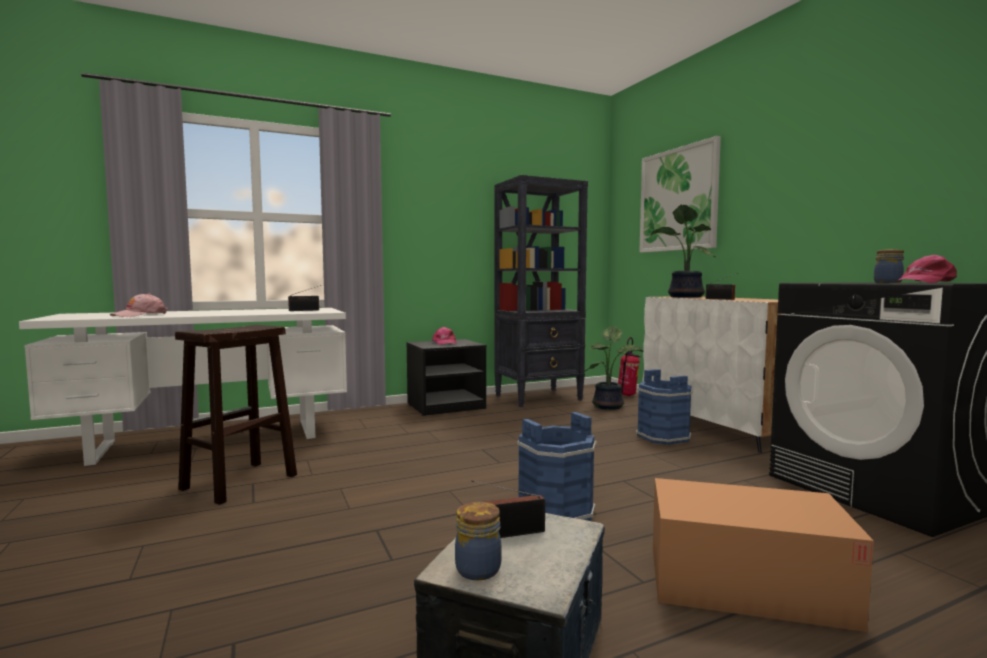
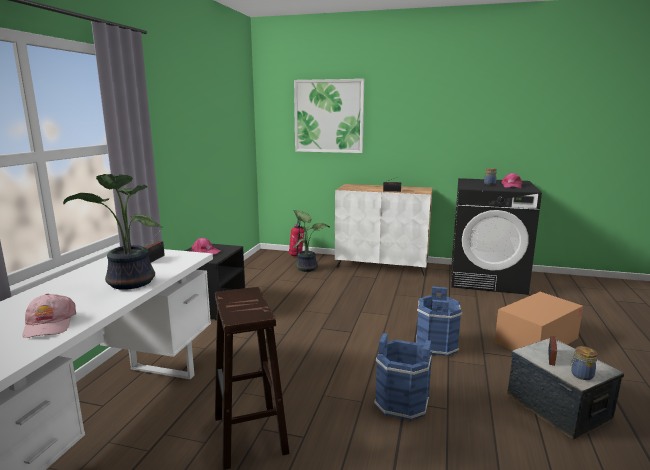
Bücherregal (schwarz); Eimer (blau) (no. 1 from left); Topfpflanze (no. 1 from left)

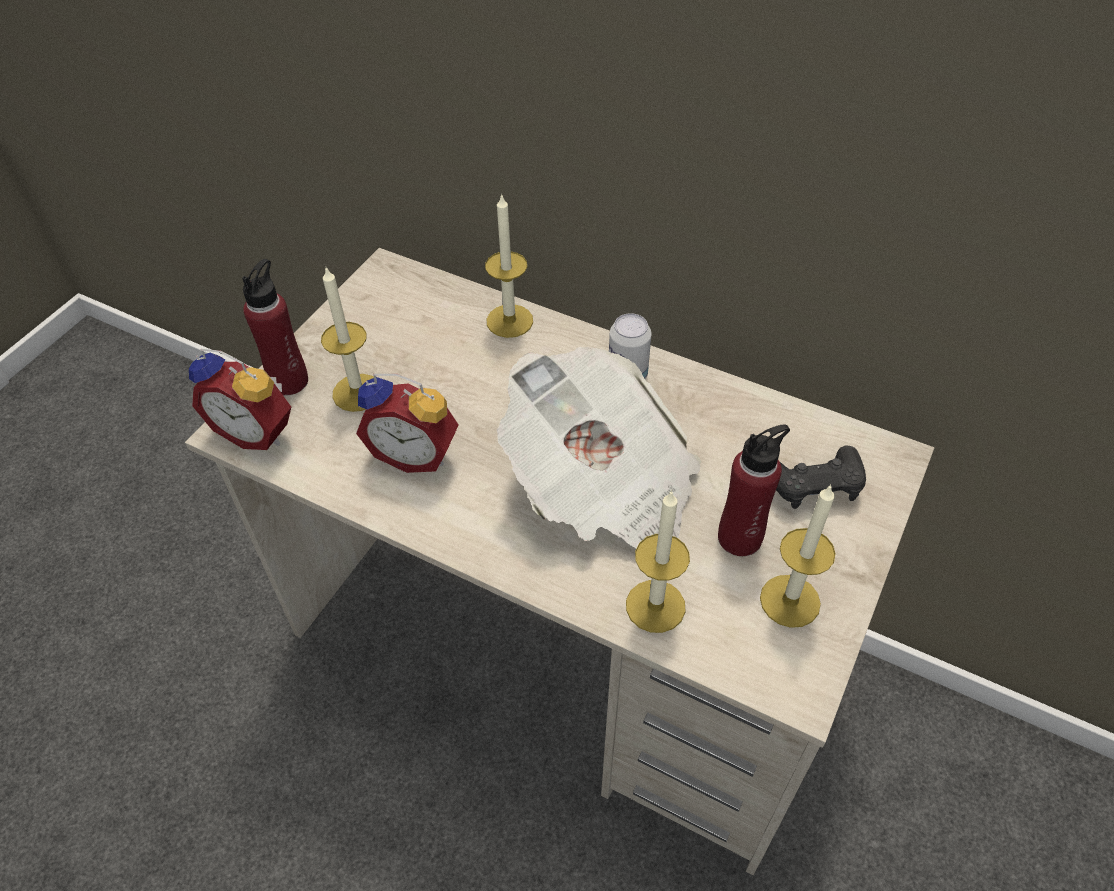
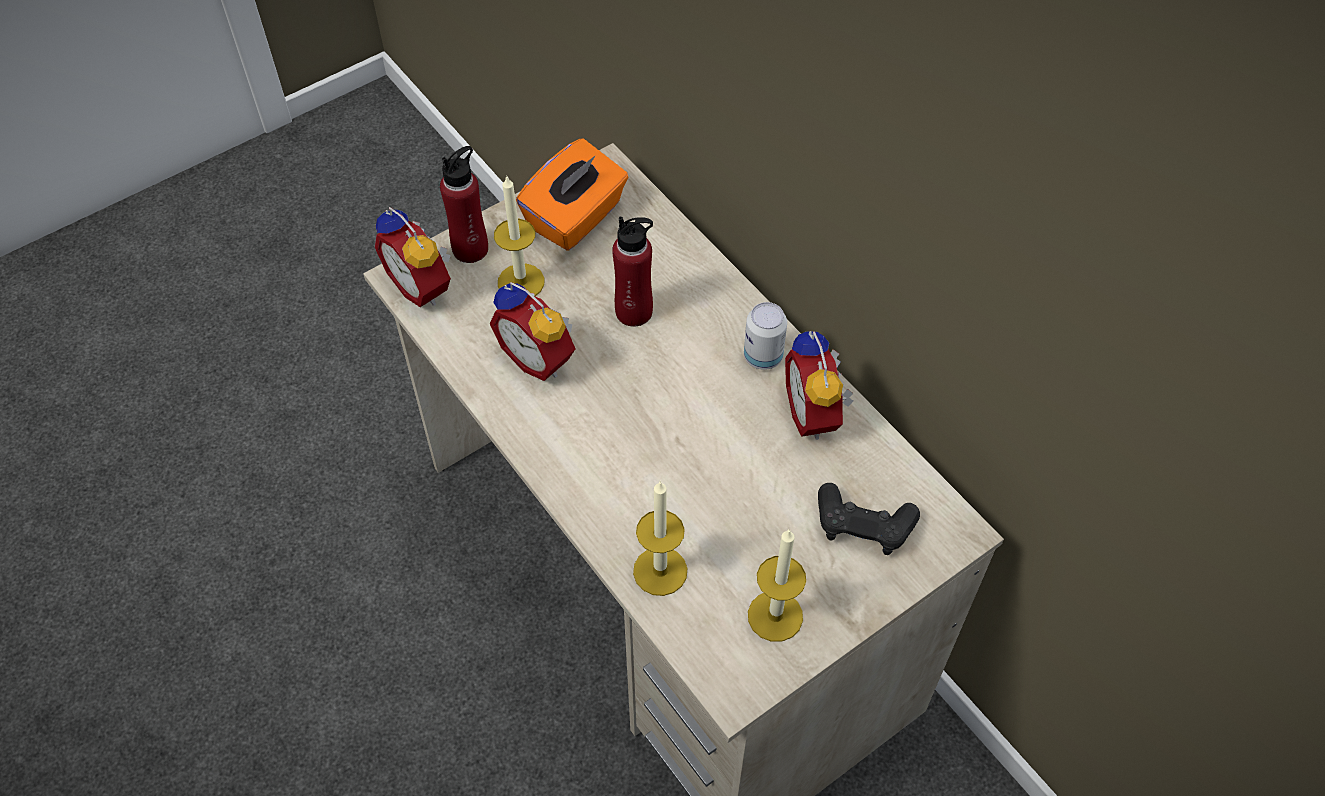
Kerze (no. 2 from left in the first image); Zeitung; Taschentuchbox (orange); Wecker (no. 3 from left); Flasche (rot) (no. 2 from left)

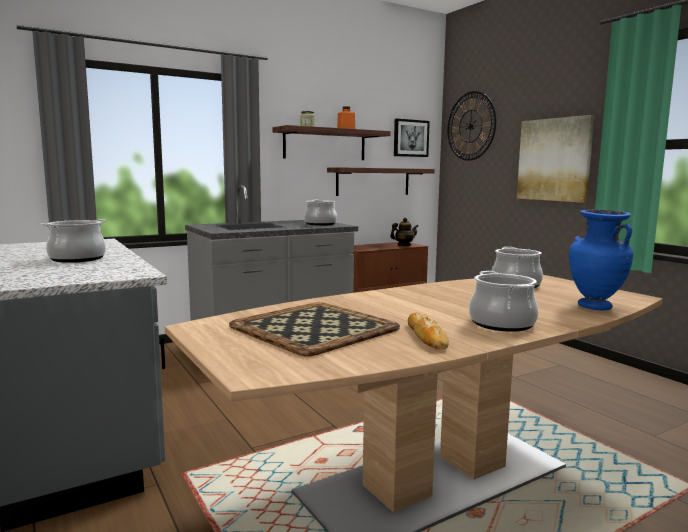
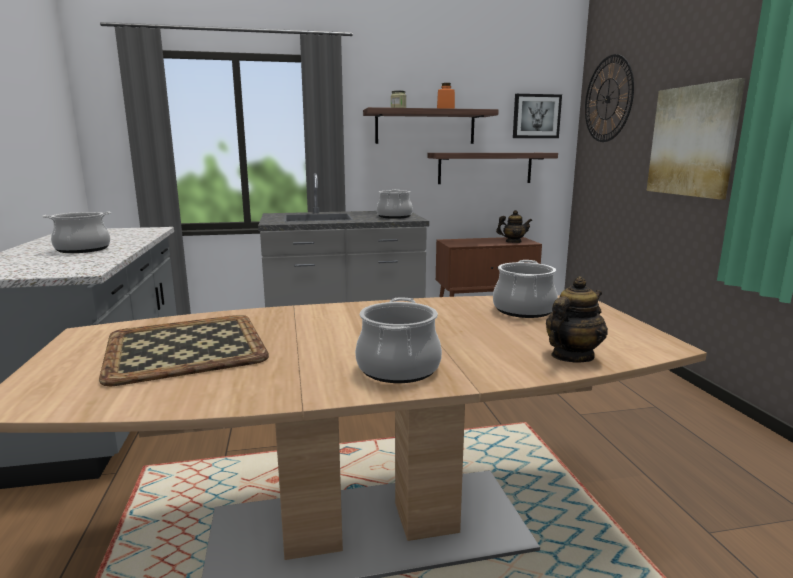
Brot; Teekanne (no. 2 from left)

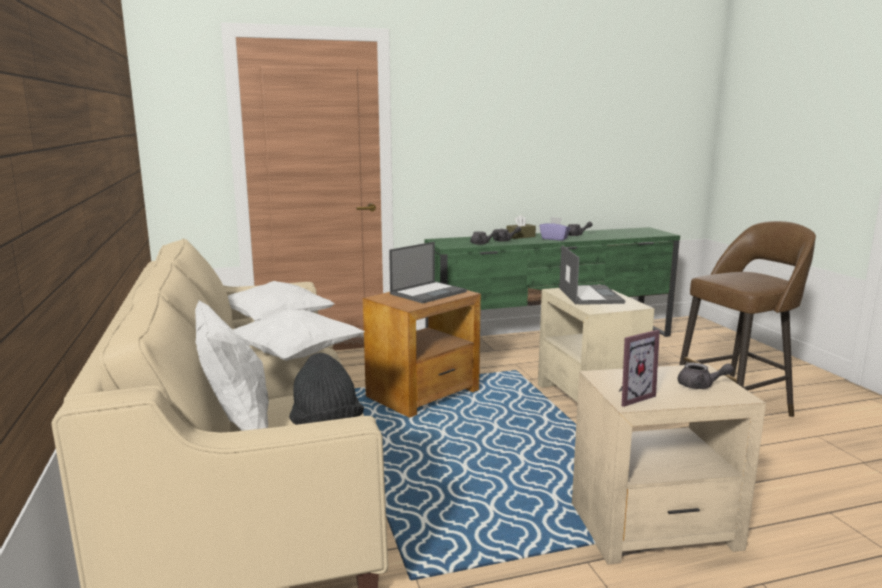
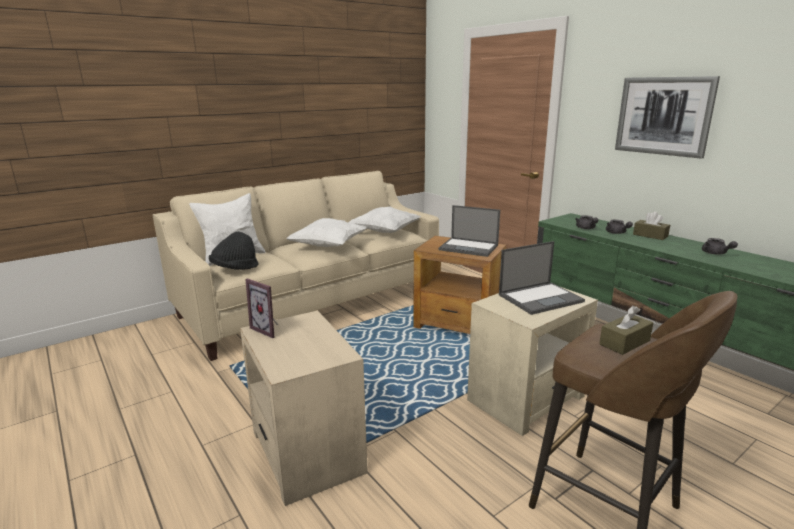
Taschentuchbox (lila); Teekanne (grau) (no. 4 from left in the first image); Taschentuchbox (braun) (no. 1 from left); Bild

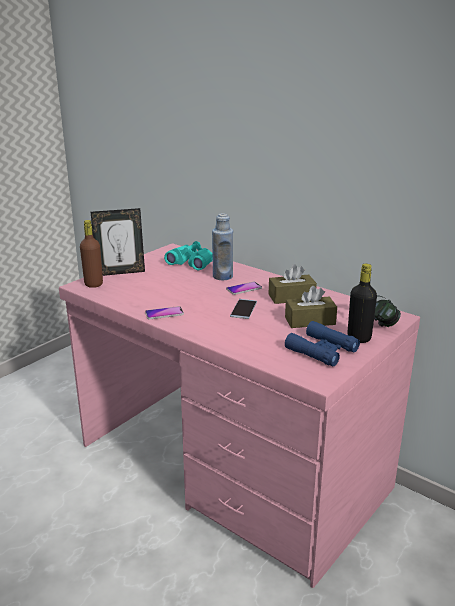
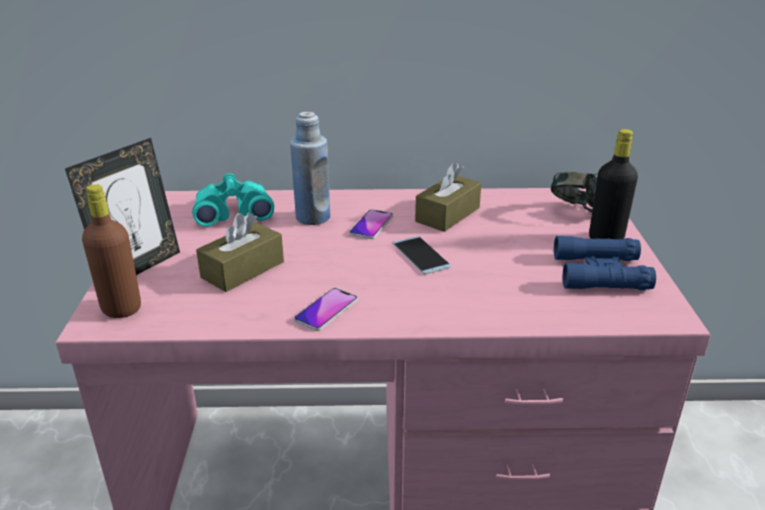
Taschentuchbox (braun) (no. 1 from left)

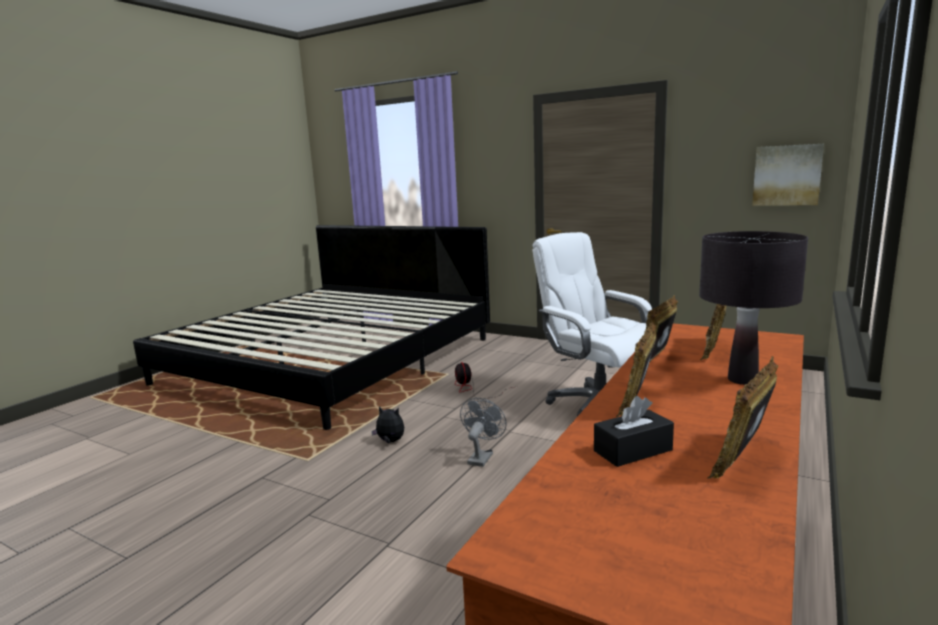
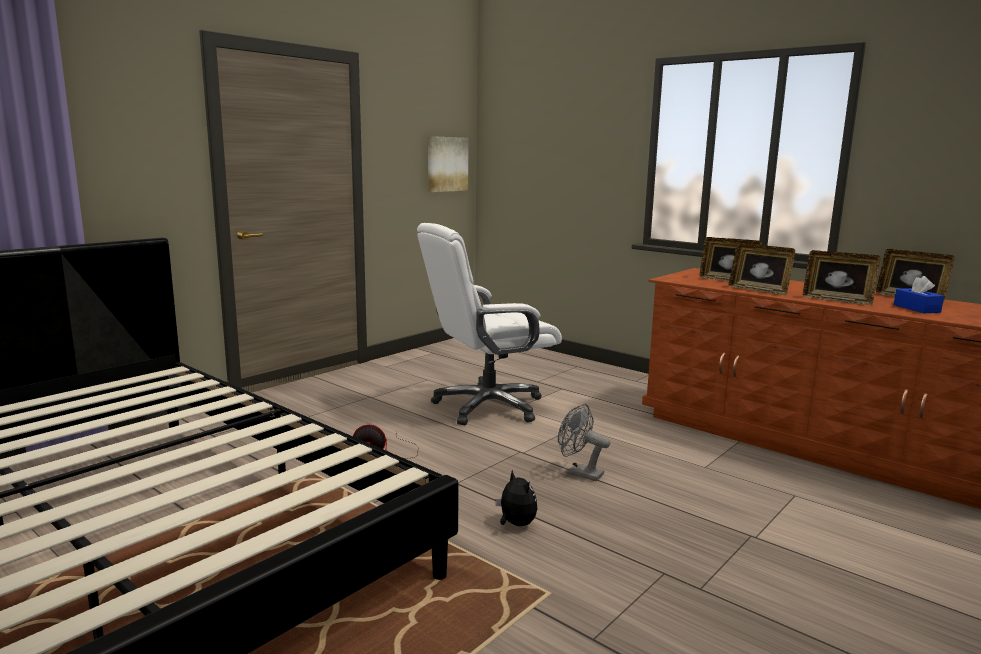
Tischlampe (schwarz); Taschentuchbox (blau); Plüschtier

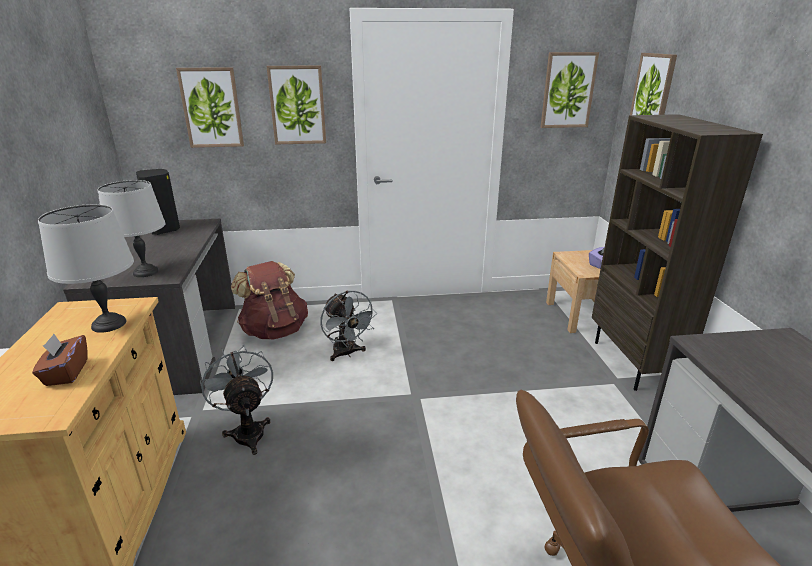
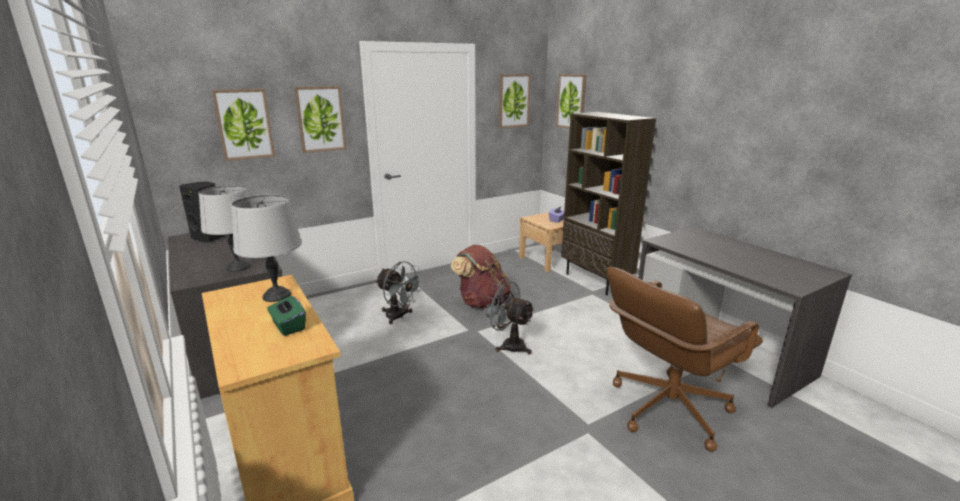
Ventilator (grau) (no. 2 from left); Rucksack (braun); Taschentuchbox (grün)

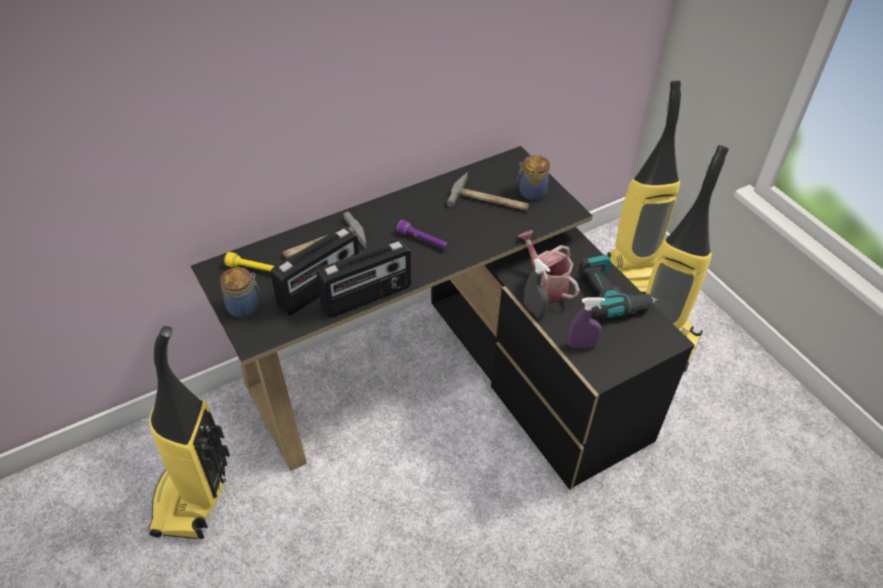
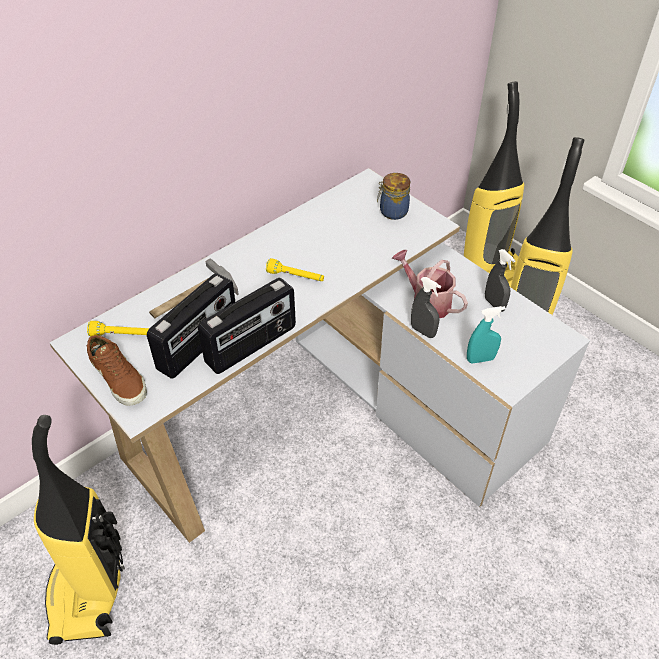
Hammer (no. 2 from left in the first image); Schuh (braun); Sprühflasche (grau) (no. 2 from left); Schreibtisch (weiß); Taschenlampe (gelb) (no. 2 from left); Sprühflasche (türkis)

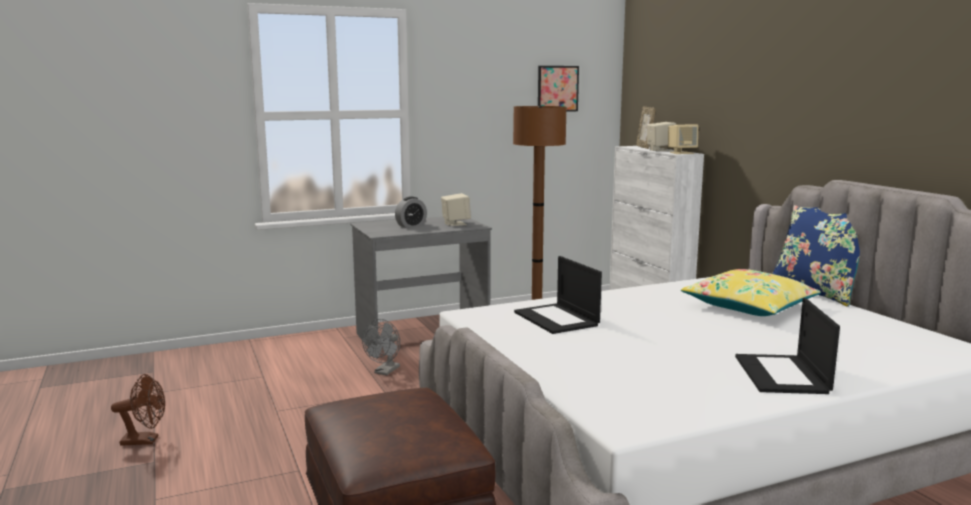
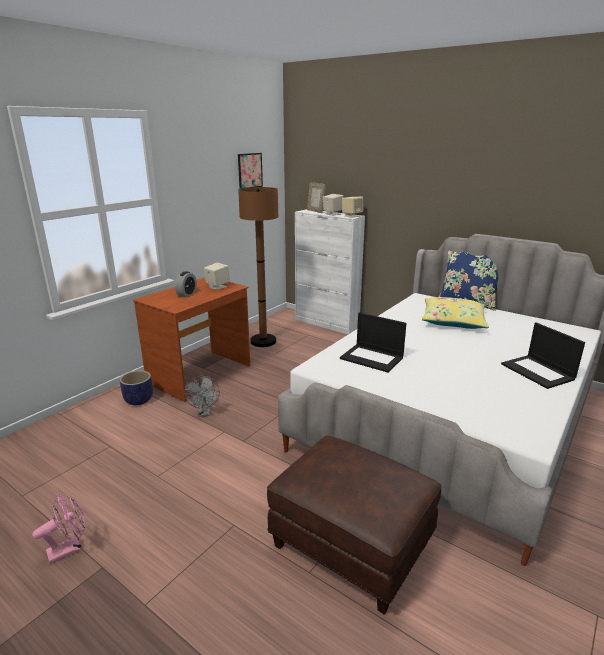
Pflanzkübel; Ventilator (rosa); Schreibtisch (braun)

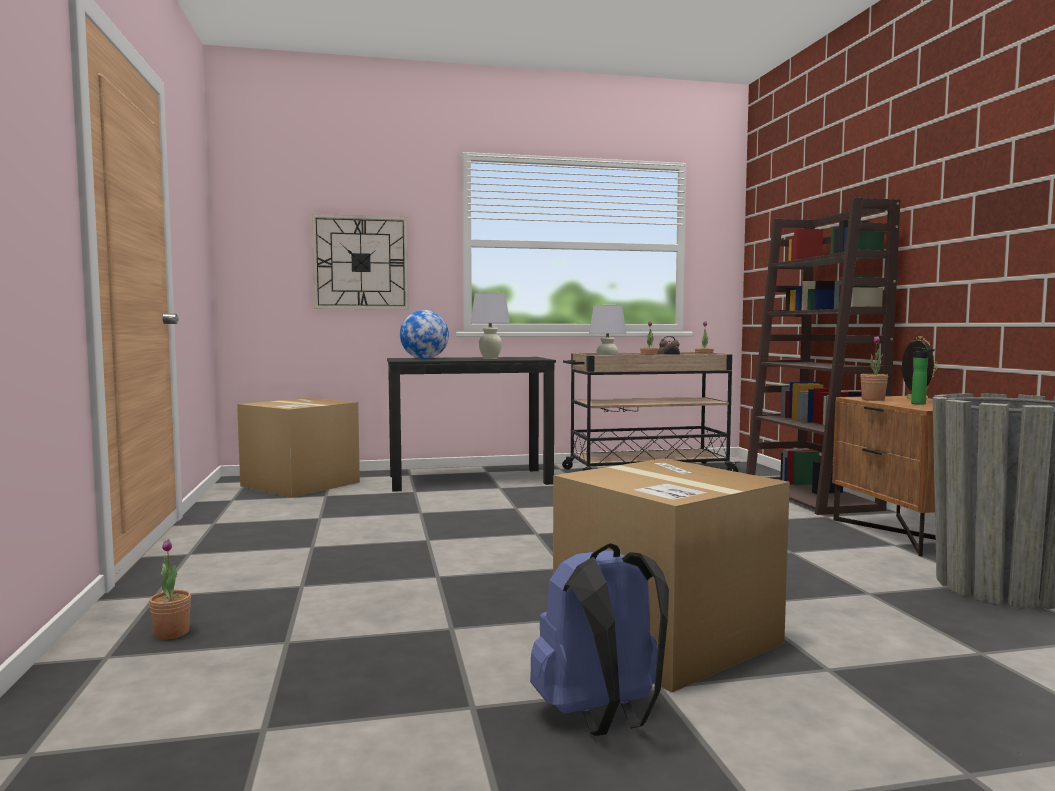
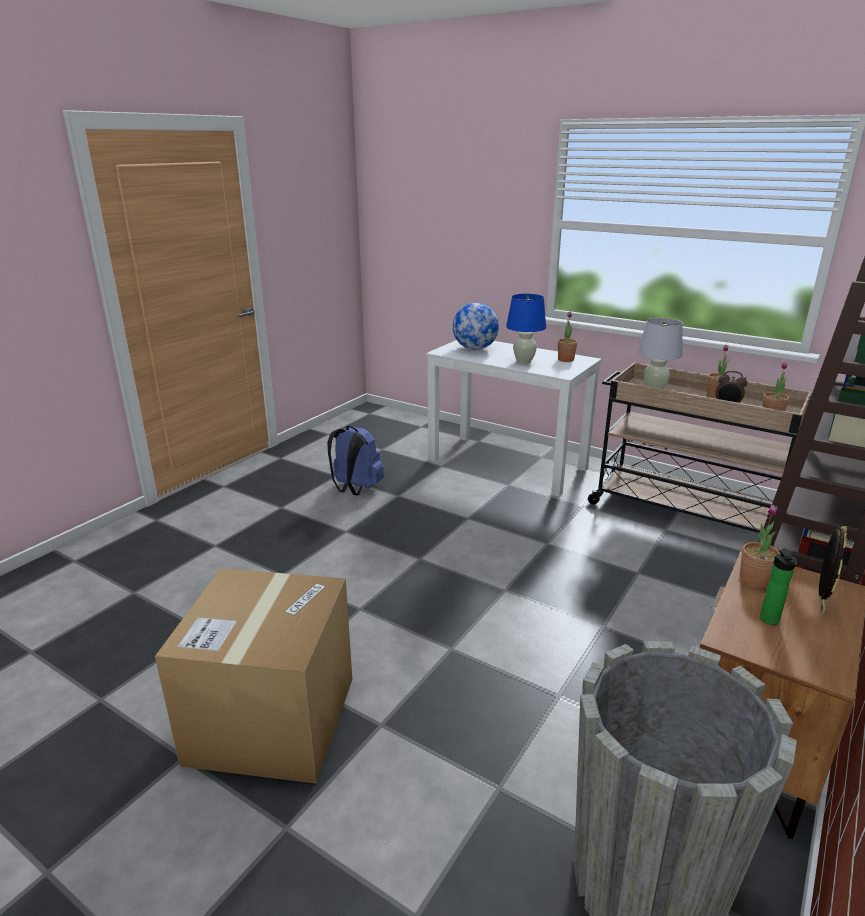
Karton (no. 1 from left in the first image); Wanduhr; Topfpflanze (no. 1 from left); Rucksack (blau); Schreibtisch (weiß); Tischlampe (blau)

